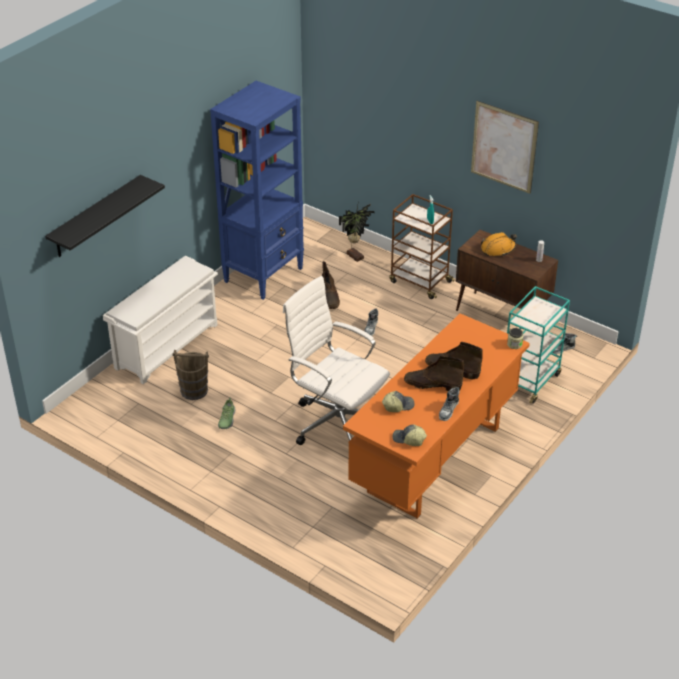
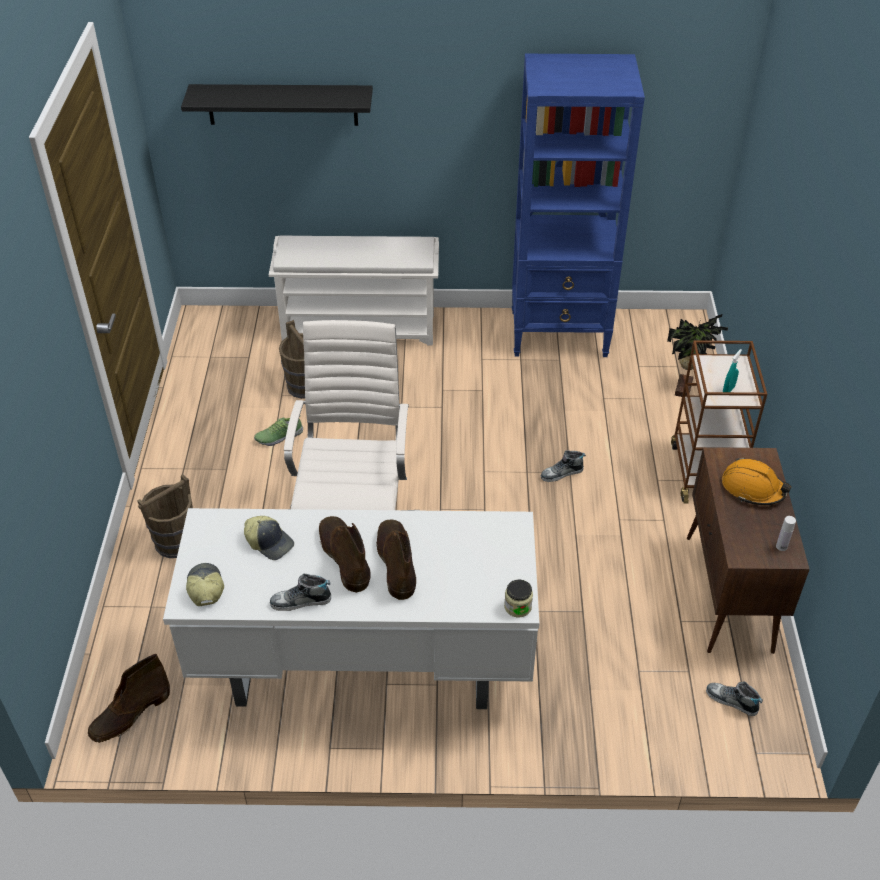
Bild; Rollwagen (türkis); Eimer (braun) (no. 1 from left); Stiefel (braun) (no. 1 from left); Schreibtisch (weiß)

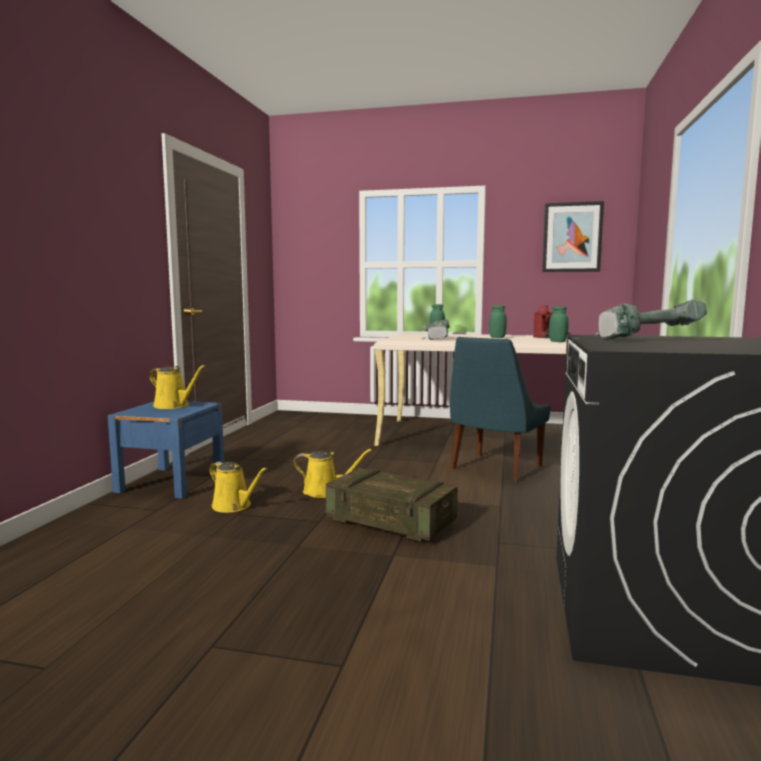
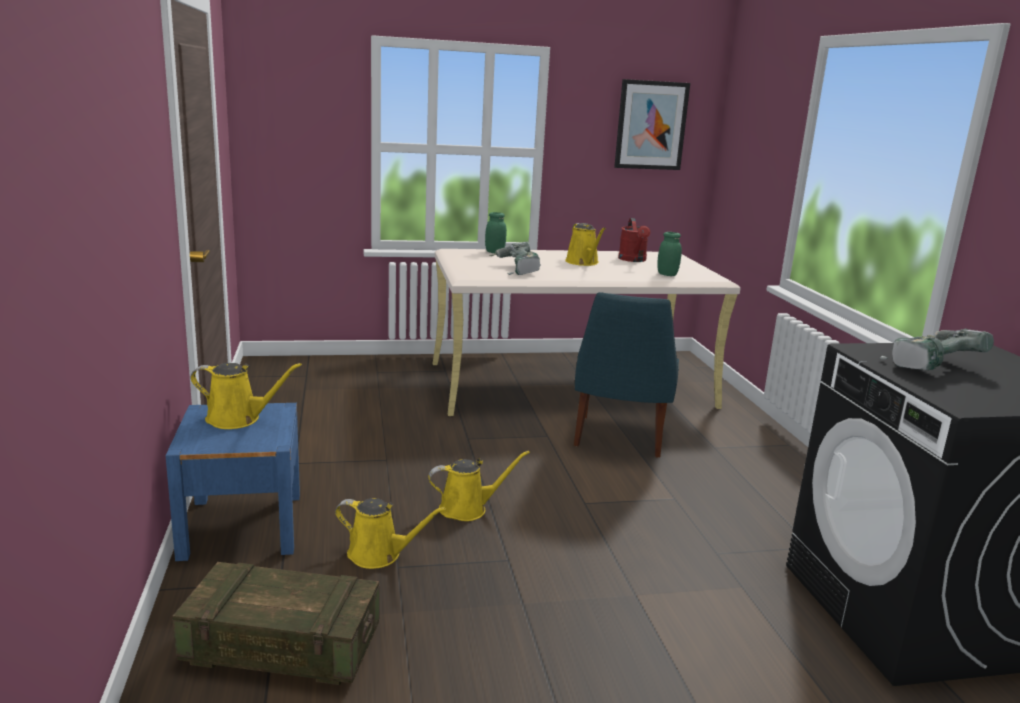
Kiste; Gießkanne (gelb) (no. 4 from left)

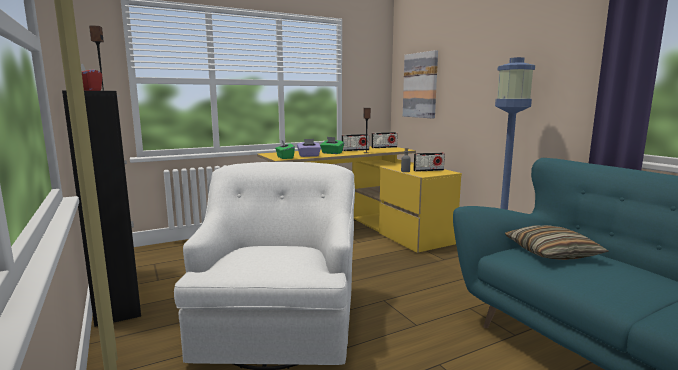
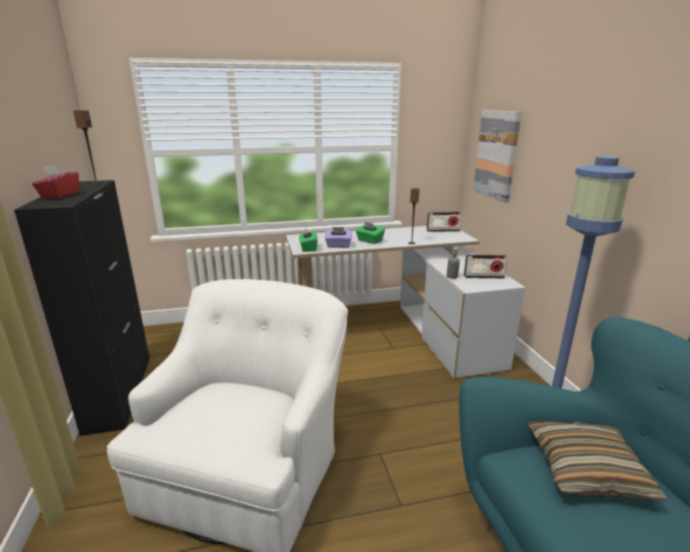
Radio (no. 1 from left in the first image); Schreibtisch (weiß)

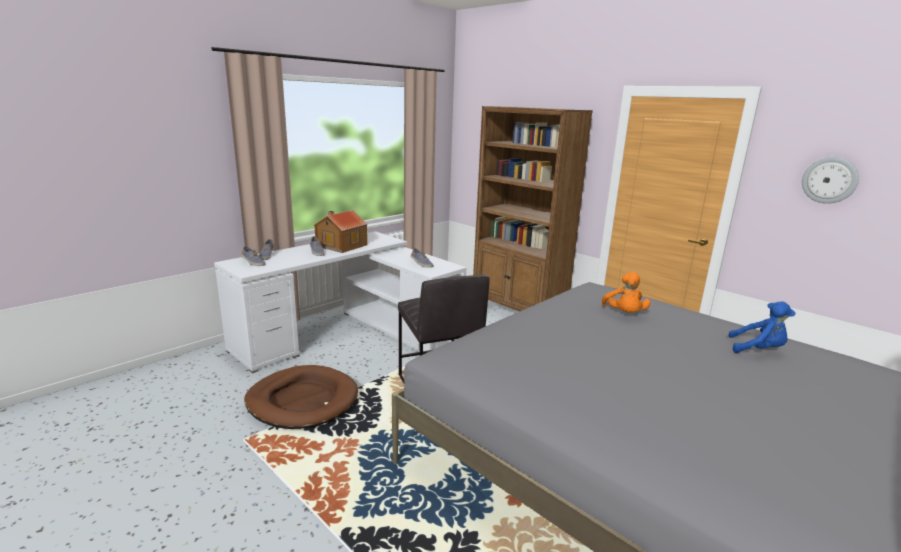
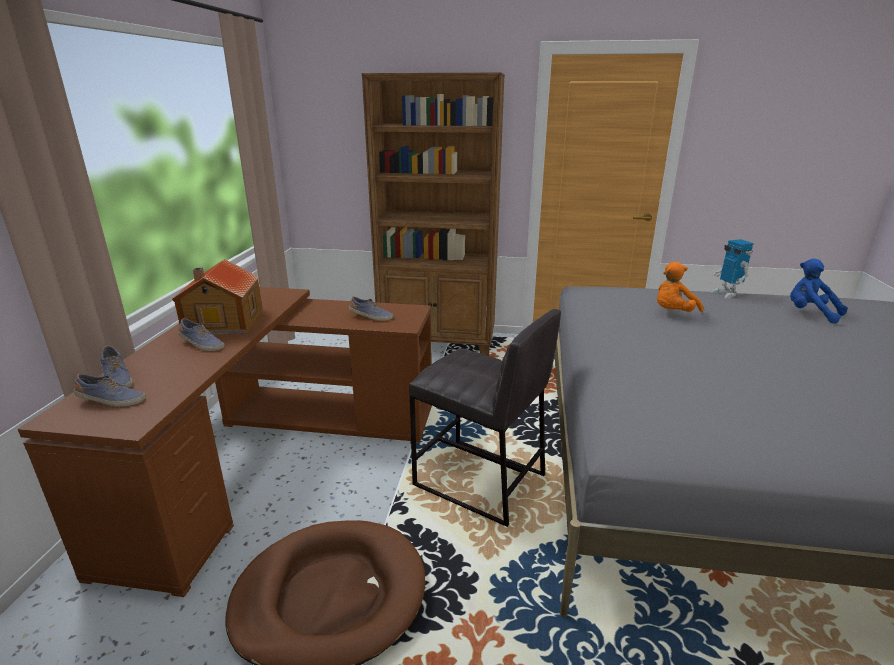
Wanduhr; Spielzeugroboter; Schreibtisch (braun); Plüschtier (orange); Plüschtier (blau)

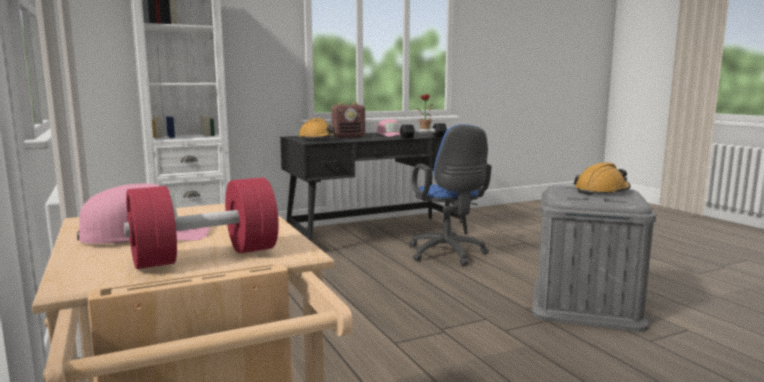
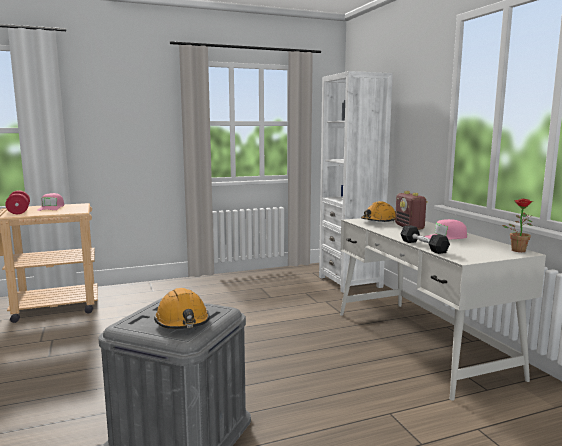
Bürostuhl (blau); Schreibtisch (weiß)

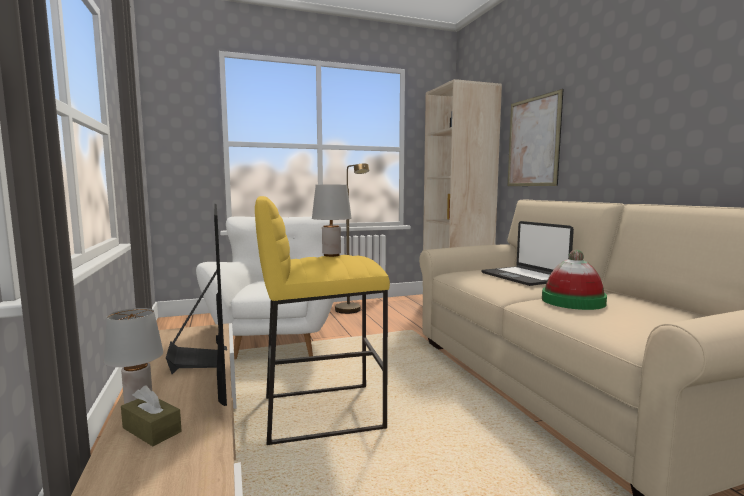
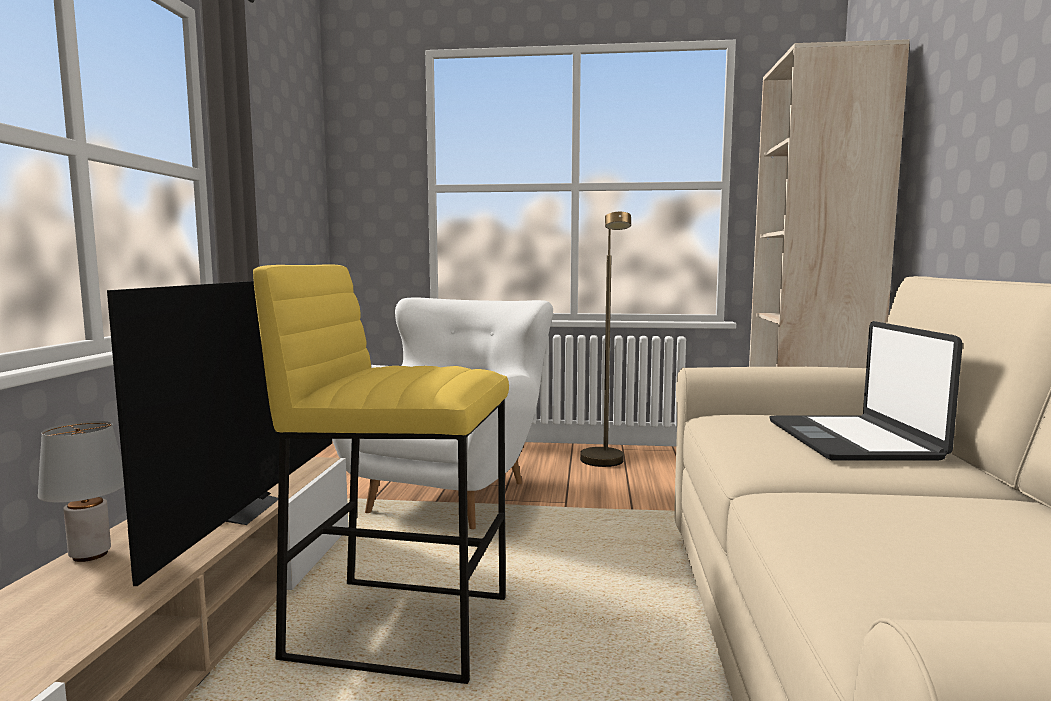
Taschentuchbox (braun); Tischlampe (grau) (no. 2 from left in the first image); Bild; Hut

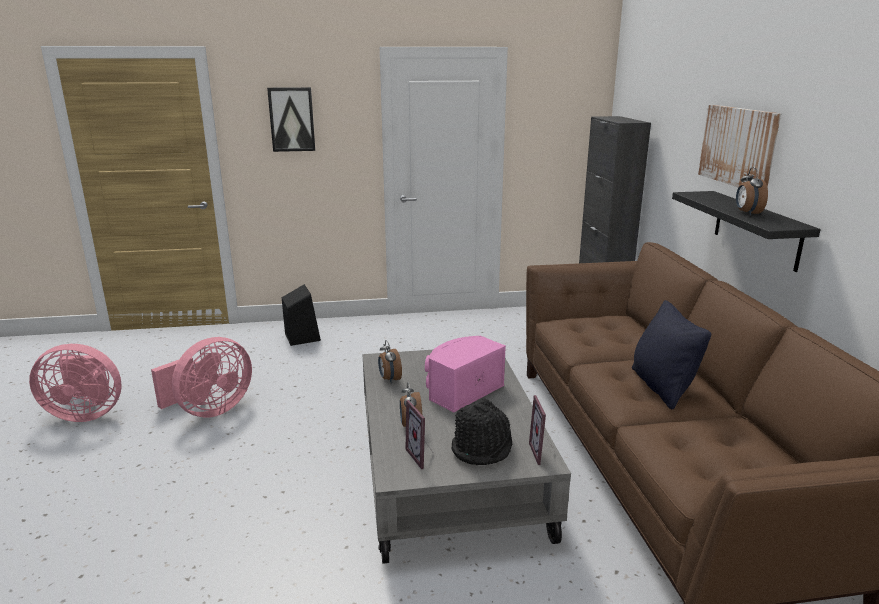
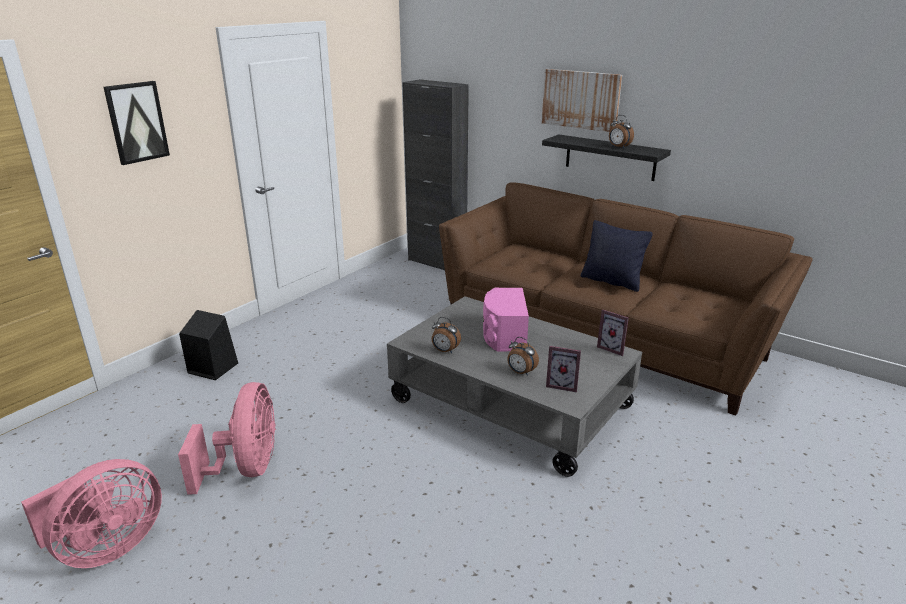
Hut (schwarz)

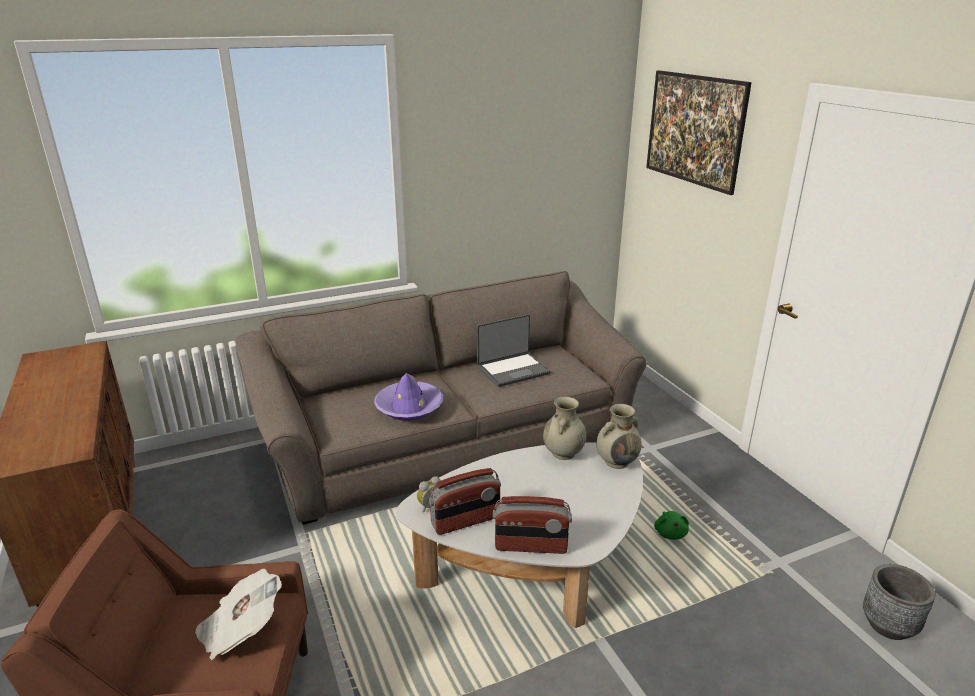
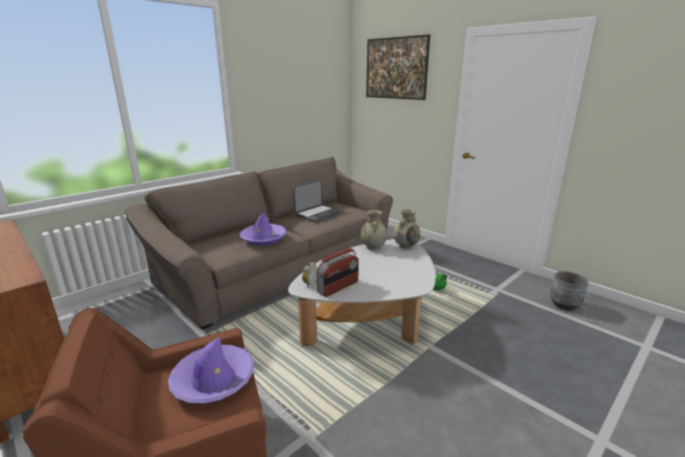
Radio (no. 2 from left in the first image); Hut (lila) (no. 1 from left)

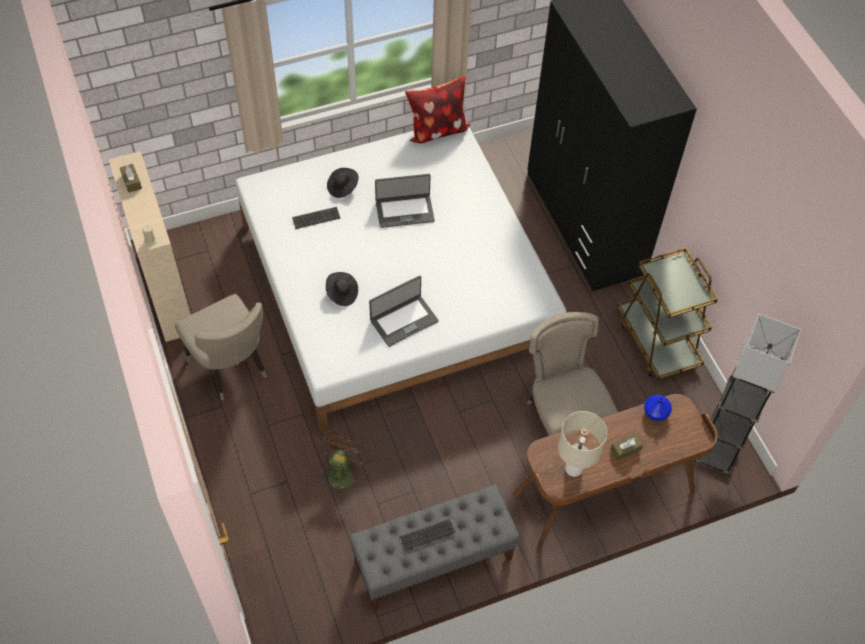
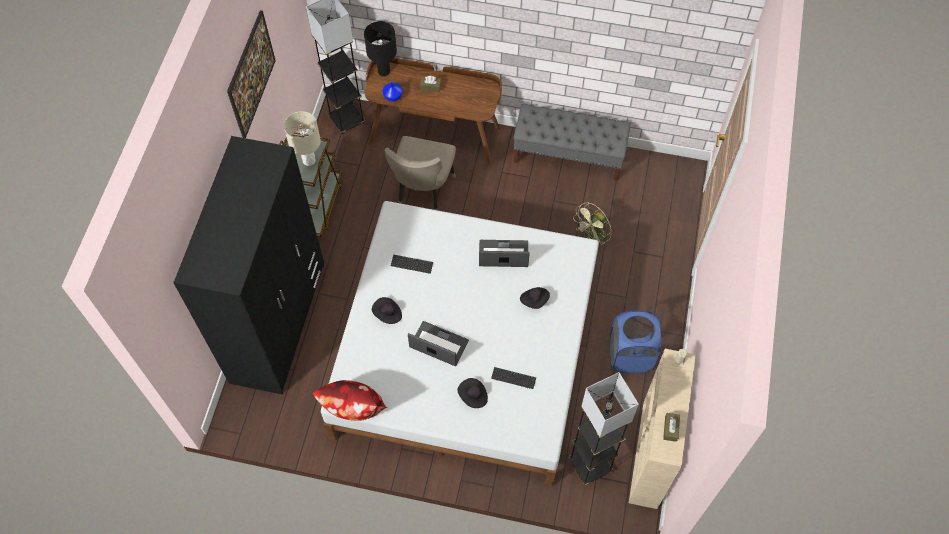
Bild; Tischlampe (schwarz); Hut (schwarz) (no. 1 from left); Stehlampe (grau) (no. 2 from left); Tastatur (no. 1 from left); Tischlampe (beige); Wäschekorb (blau); Ventilator (grün)

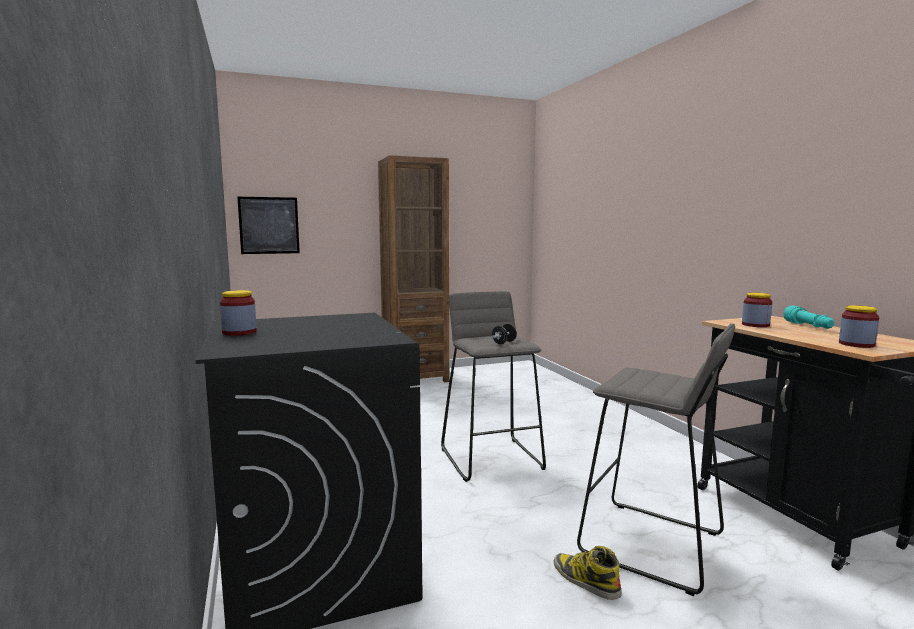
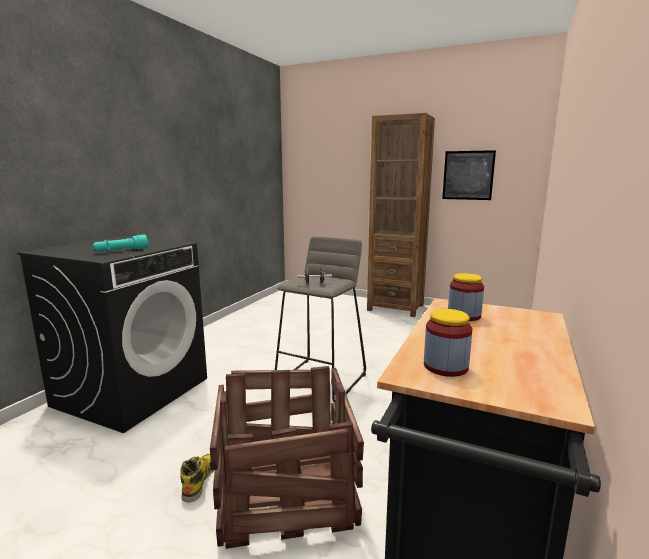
Vorratsglas (no. 1 from left in the first image); Bild; Taschenlampe (türkis); Kiste

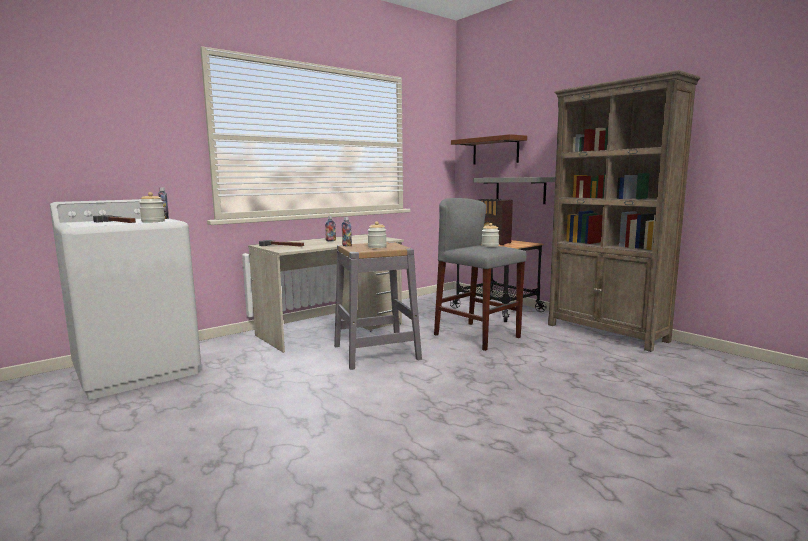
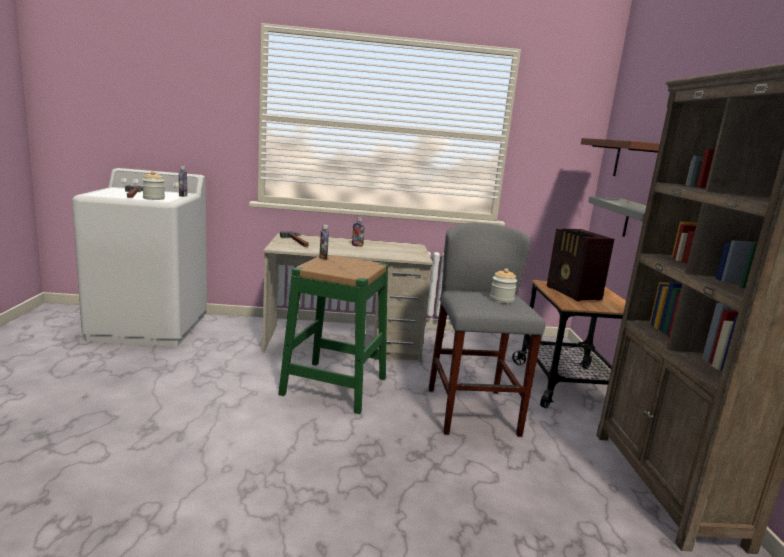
Vorratsglas (no. 2 from left in the first image); Hocker (grün)

